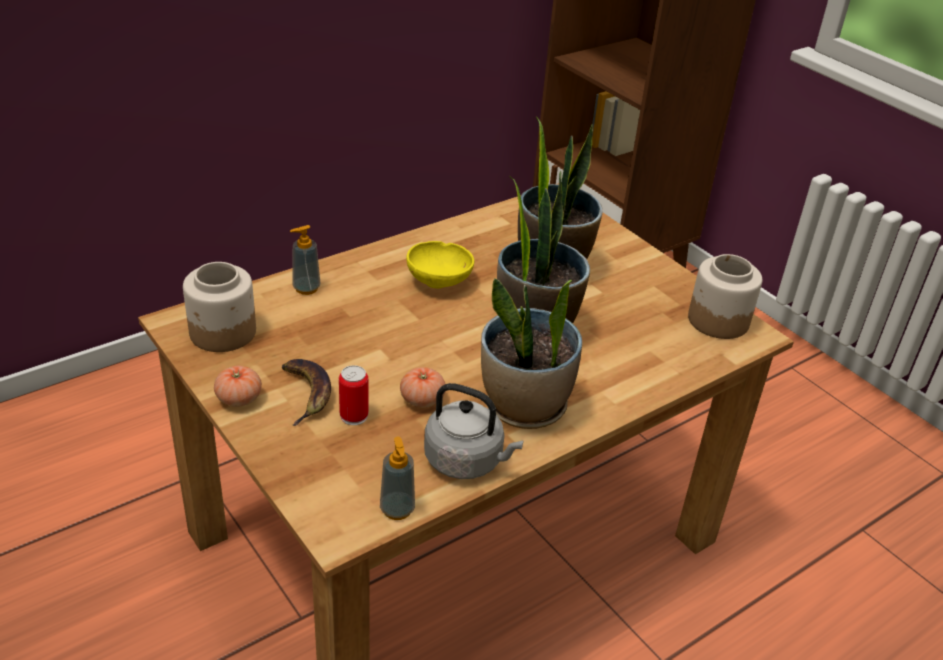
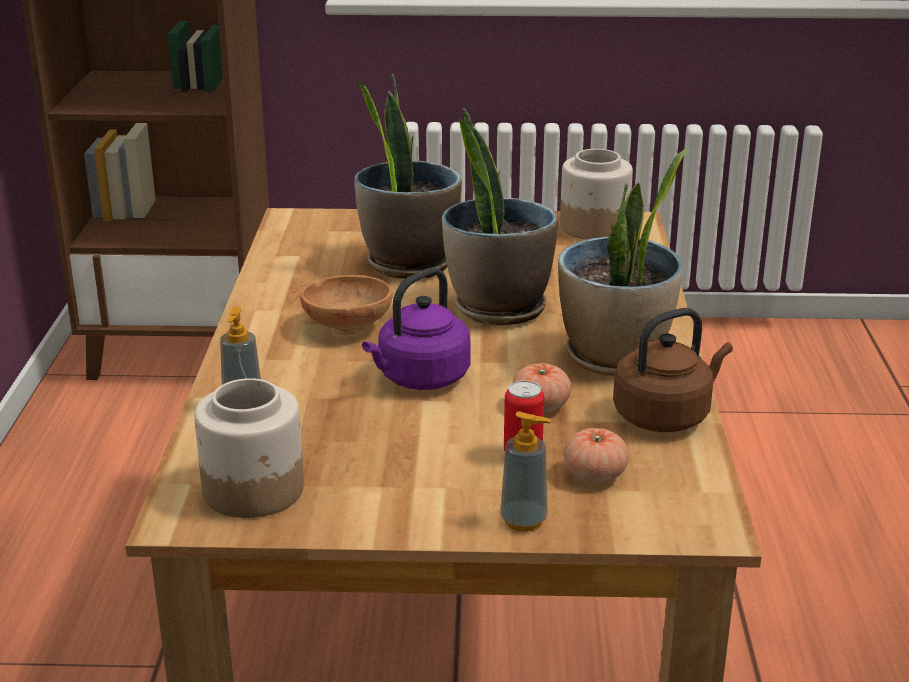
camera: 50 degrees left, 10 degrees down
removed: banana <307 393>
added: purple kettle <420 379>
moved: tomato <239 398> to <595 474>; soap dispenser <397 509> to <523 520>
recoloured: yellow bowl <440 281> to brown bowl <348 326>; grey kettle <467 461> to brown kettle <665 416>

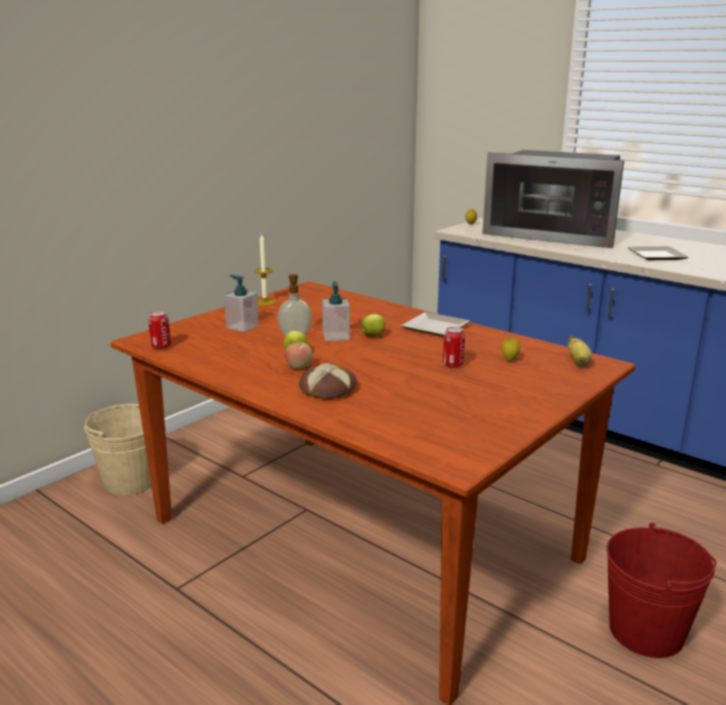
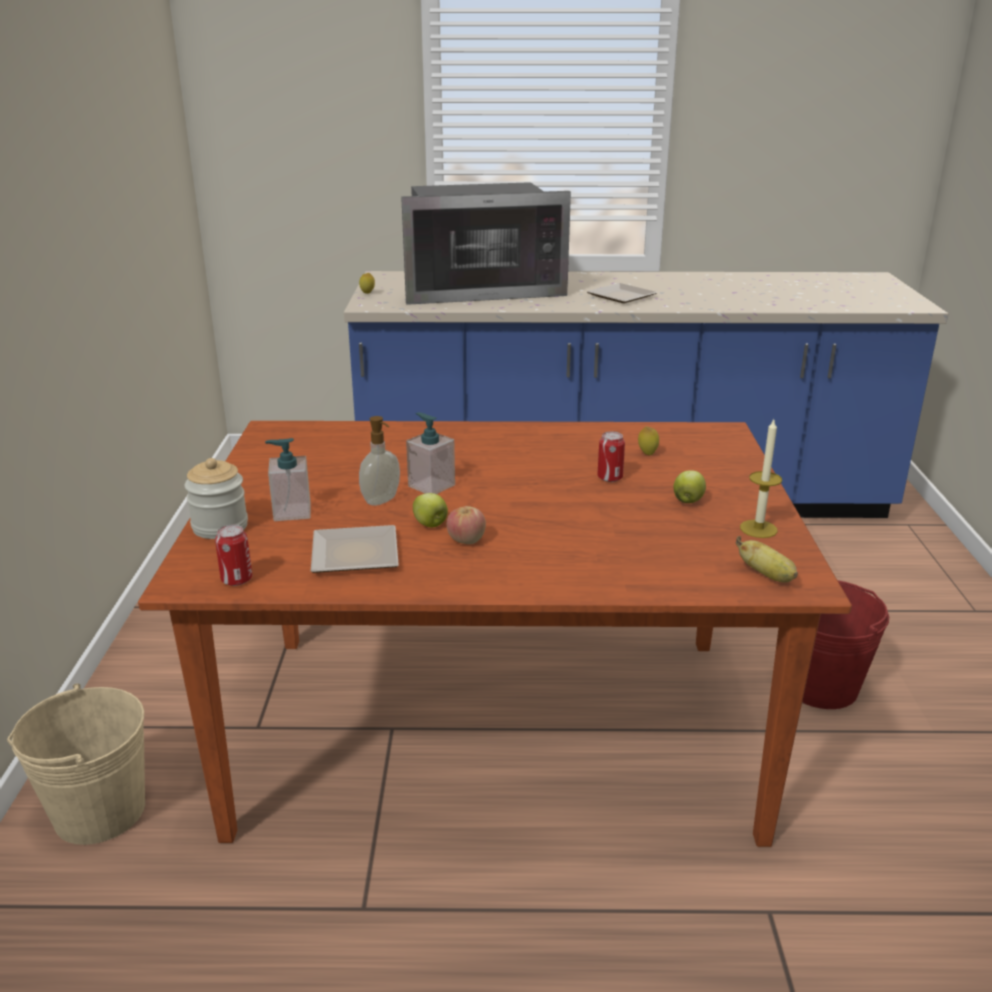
camera: 40 degrees left, 5 degrees up
removed: bread <328 390>
added: jar <220 527>
moved: candle <265 302> to <758 529>; apple <373 336> to <688 501>; plate <436 328> to <358 555>; banana <578 362> to <767 575>

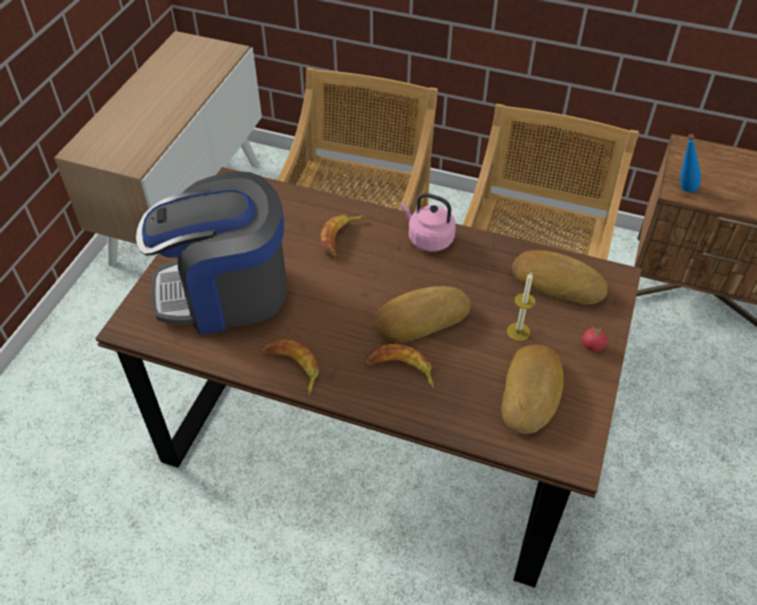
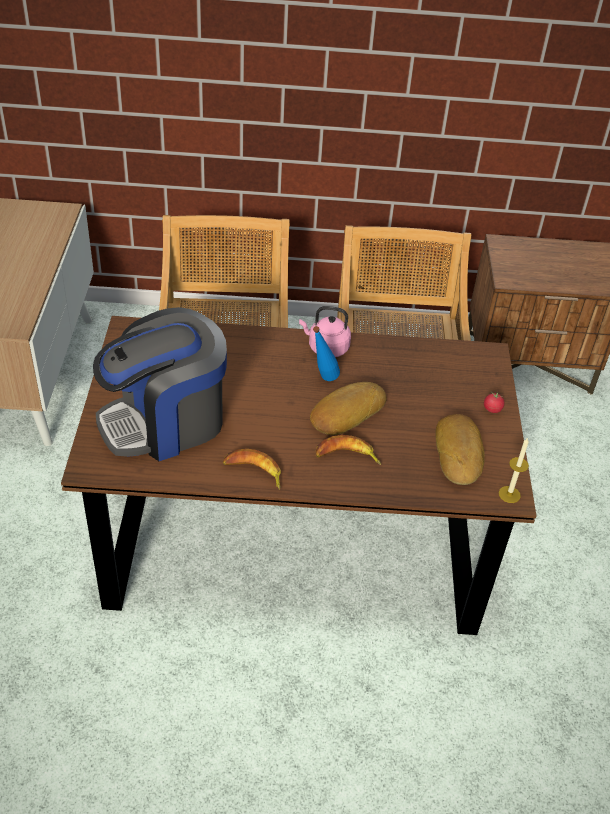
camera: 20 degrees left, 5 degrees down
removed: banana <341 238>; bread <557 281>
moved: candle <518 332> to <509 494>; blue bottle <681 191> to <322 381>

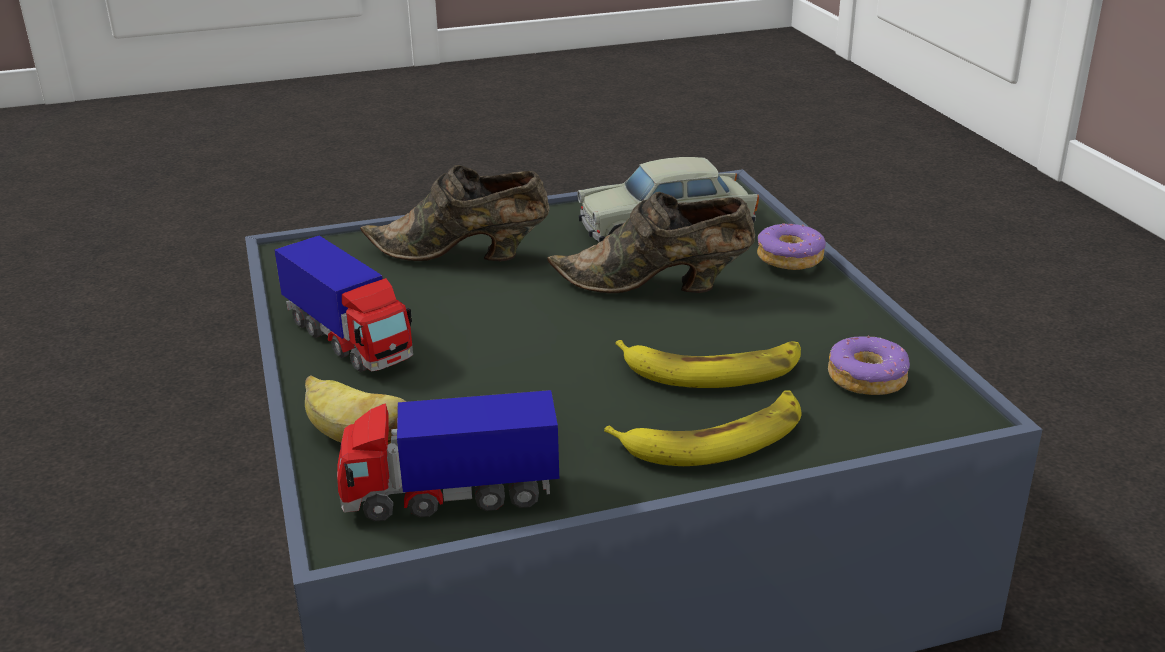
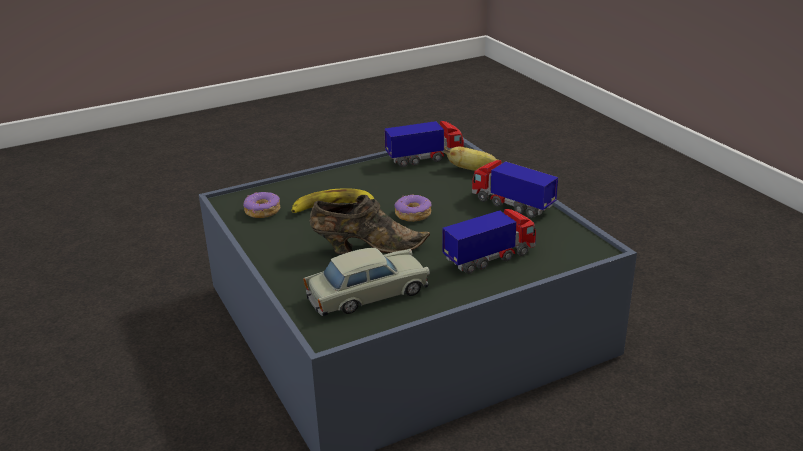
camera: 170 degrees right, 0 degrees up
removed: banana <715 438>
moved: donut <790 258> to <412 214>
replaced: brown shoe <463 255> to toy truck <490 258>

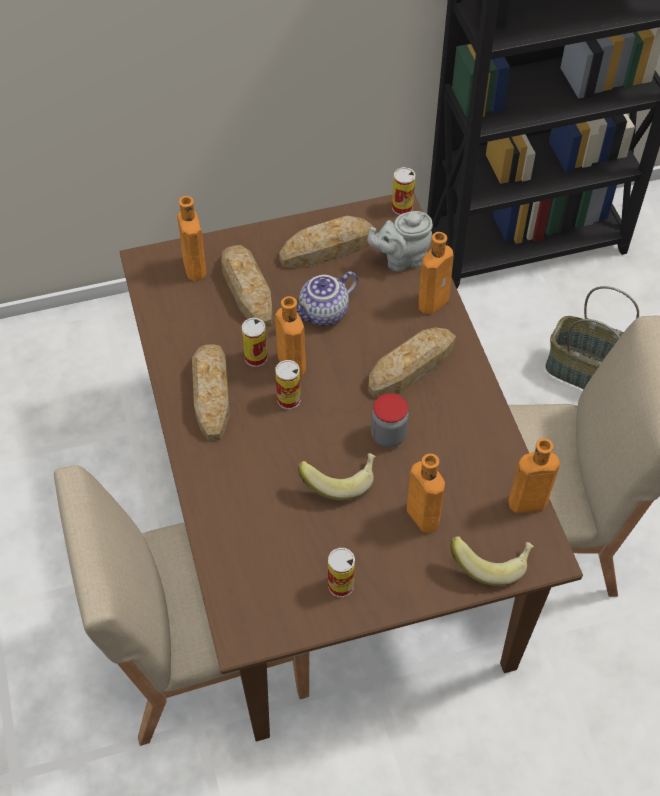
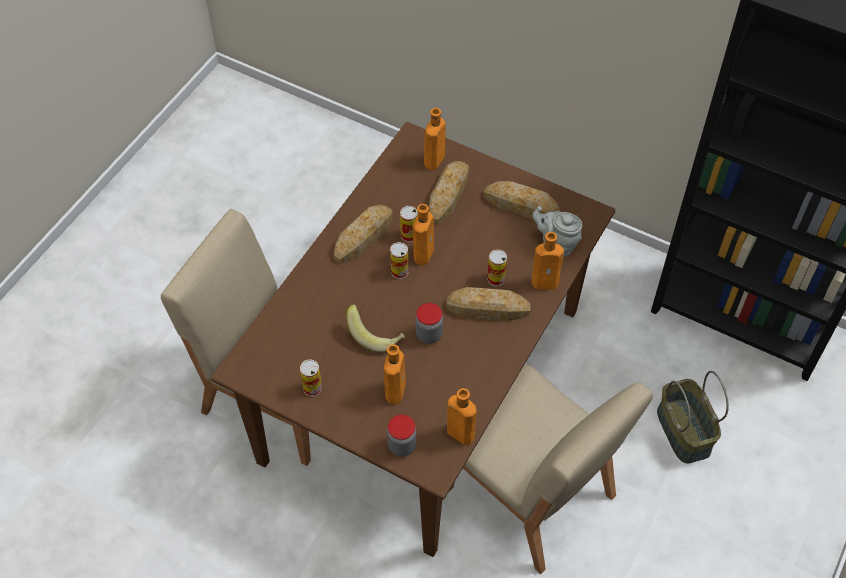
camera: 45 degrees right, 0 degrees up
removed: teapot <324 313>
moved: can <402 207> to <496 279>
replaced: banana <491 562> to jar <402 445>

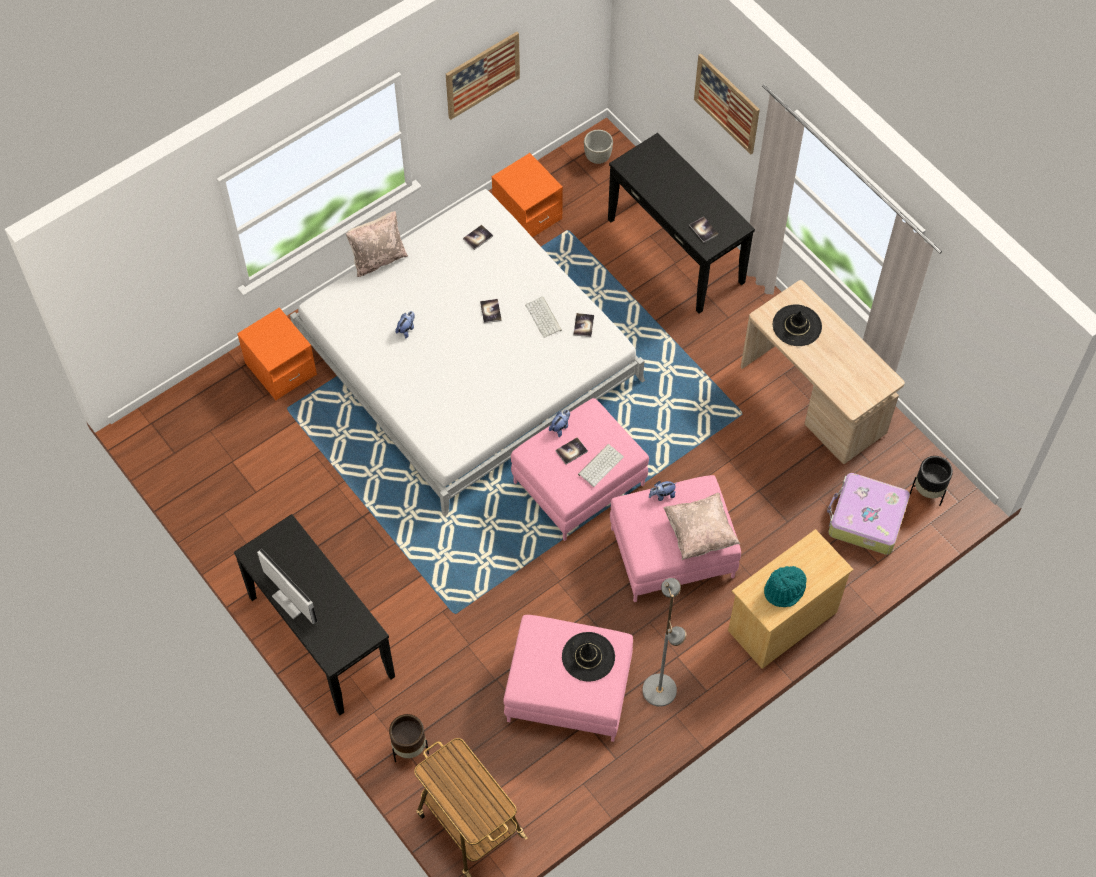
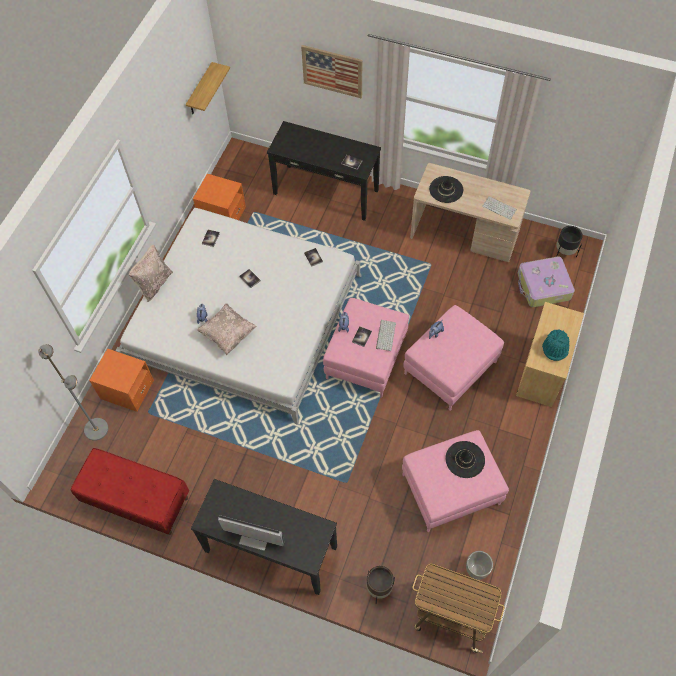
camera: 30 degrees left, 0 degrees up
removed: picture <482 75>
added: red bench <137 500>; shelf <200 90>
moved: keyboard <544 317> to <500 208>; grey planter <598 157> to <477 569>; grey floor lamp <660 690> to <96 429>; beige pillow <699 533> to <228 334>

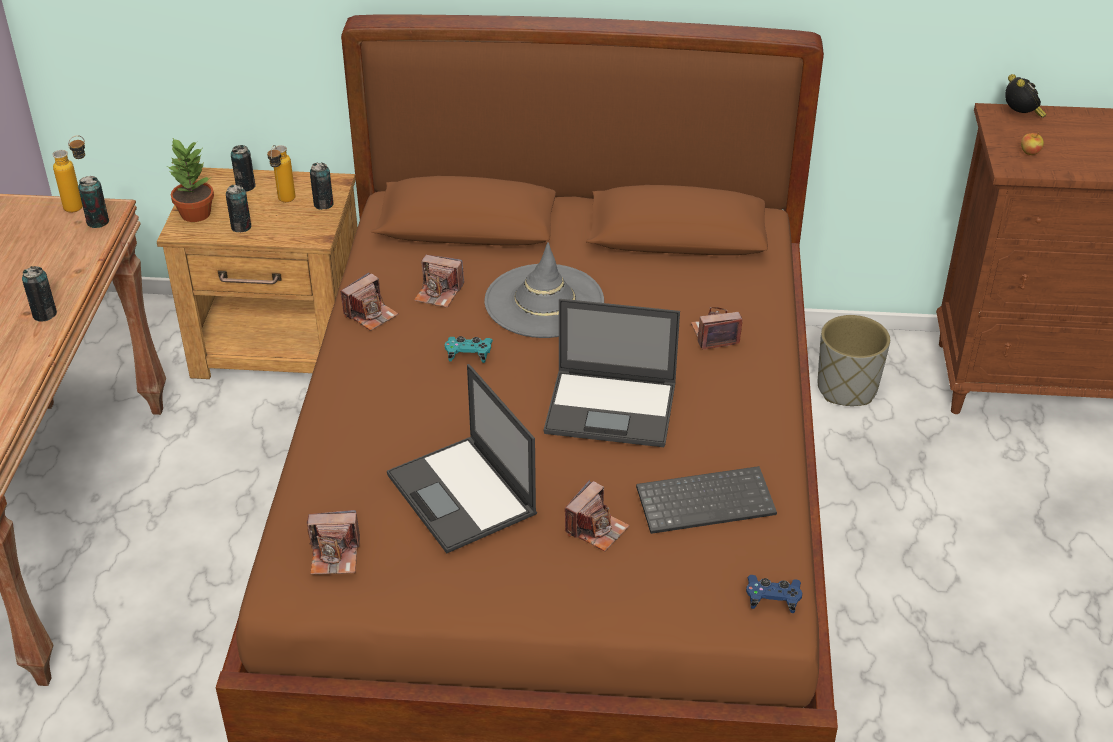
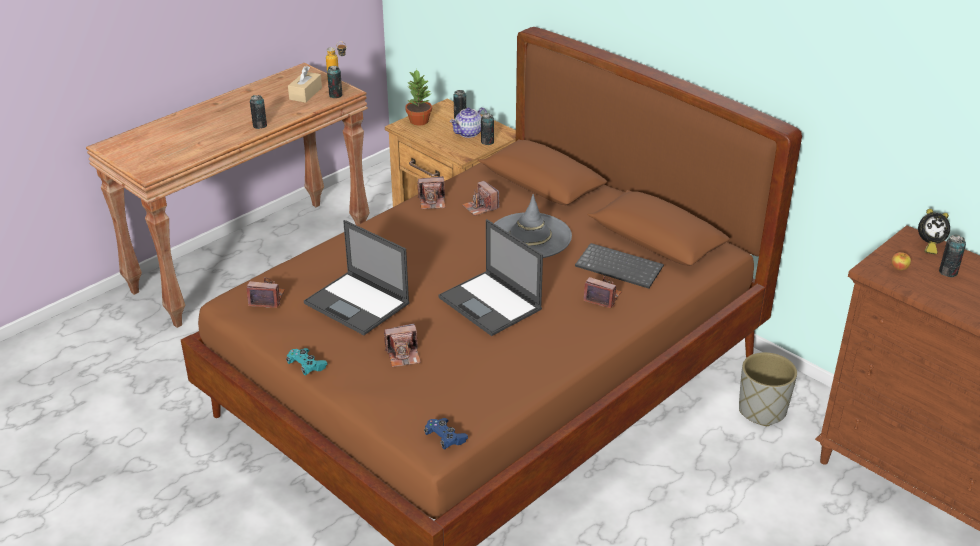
camera: 40 degrees right, 5 degrees down
added: beige tissue box <305 93>
moved: can <241 227> to <948 272>; turquoise game controller <468 355> to <306 366>; keyboard <706 500> to <620 267>
replaced: bottle <284 202> to teapot <469 133>
turned: photo camera <335 555> = <267 299> 150 degrees clockwise; laptop <463 495> = <358 304> 60 degrees counterclockwise; alarm clock <1020 116> = <928 245> 60 degrees clockwise

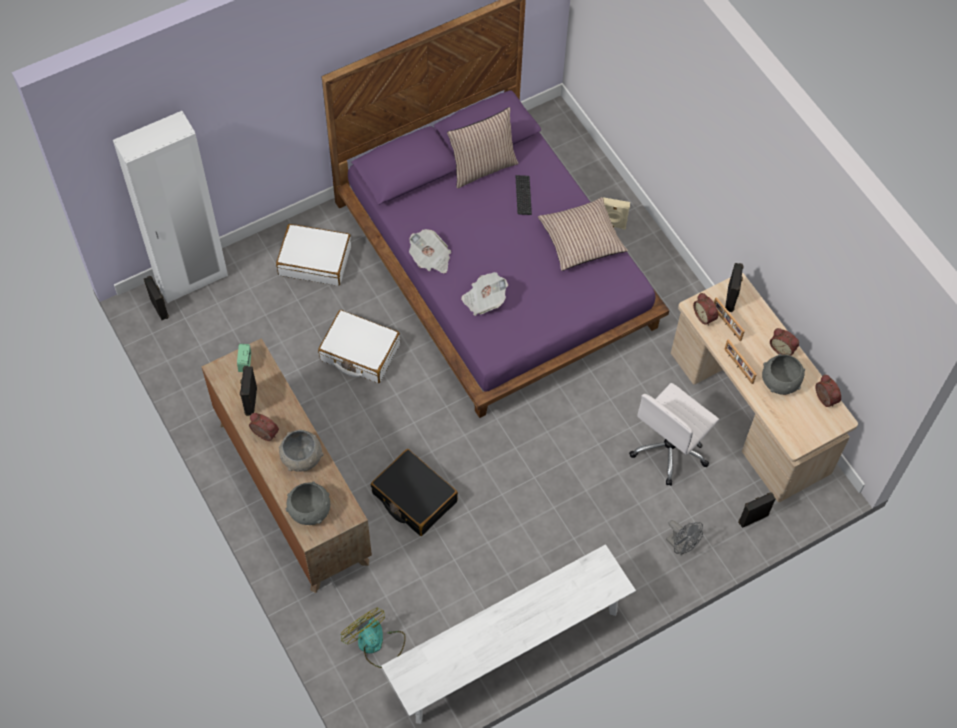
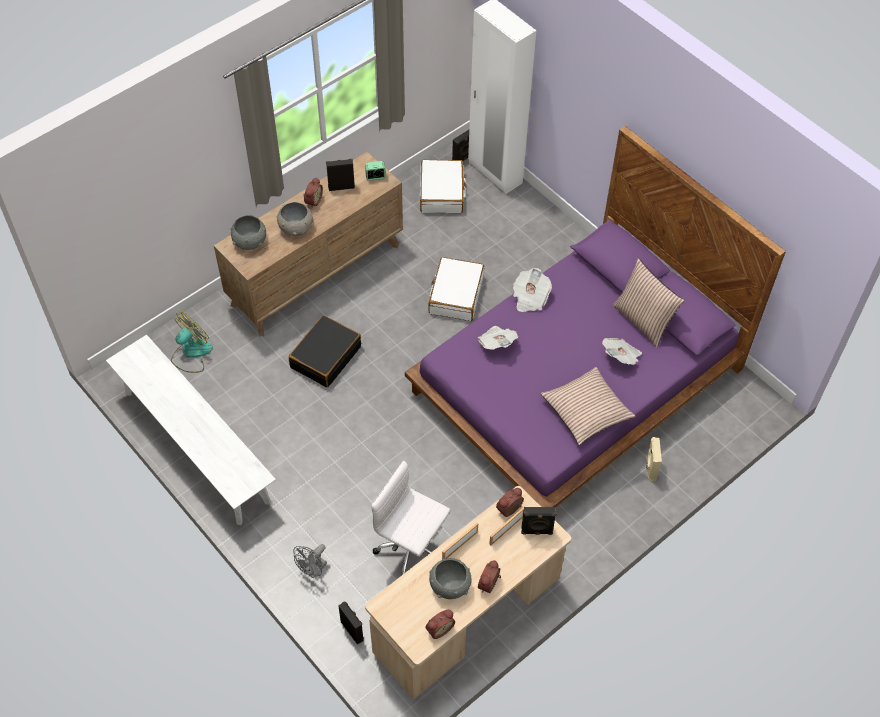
camera: 80 degrees right, 5 degrees down
moved: white suitcase <315 260> to <442 193>
replaced: keyboard <523 195> to newspaper <621 357>

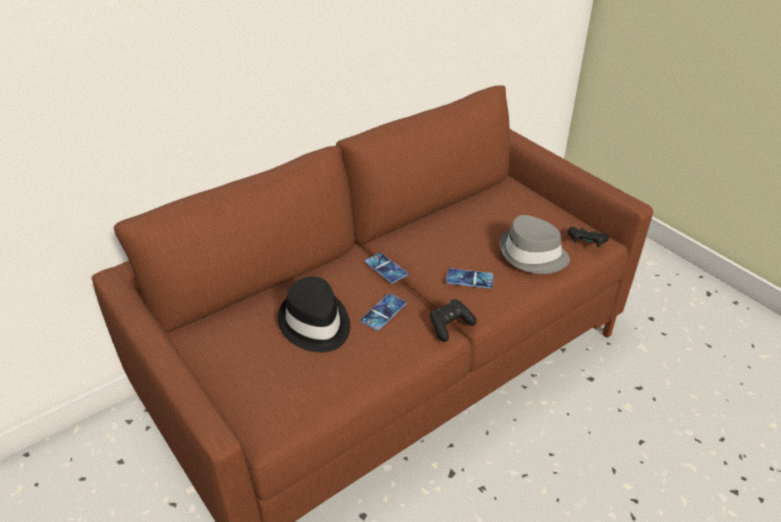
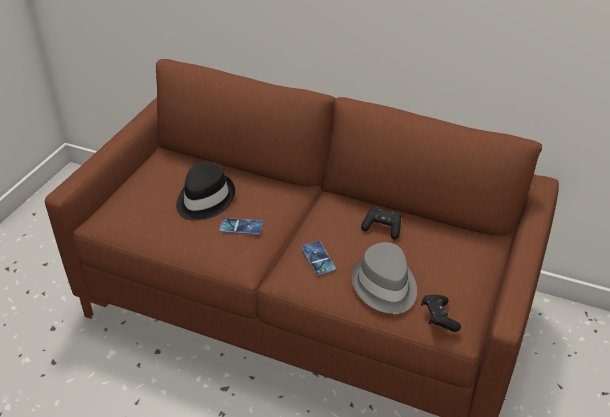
camera: 60 degrees right, 0 degrees up
removed: phone <386 268>
moved: black game controller <450 326> to <382 228>

